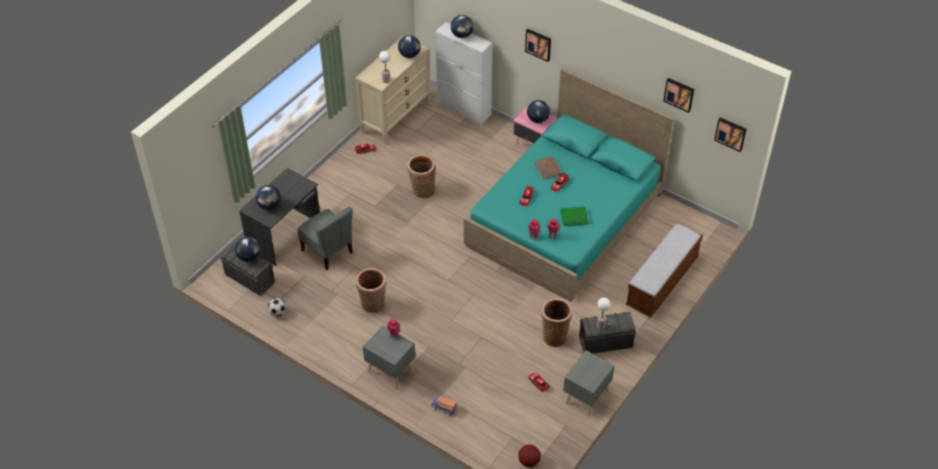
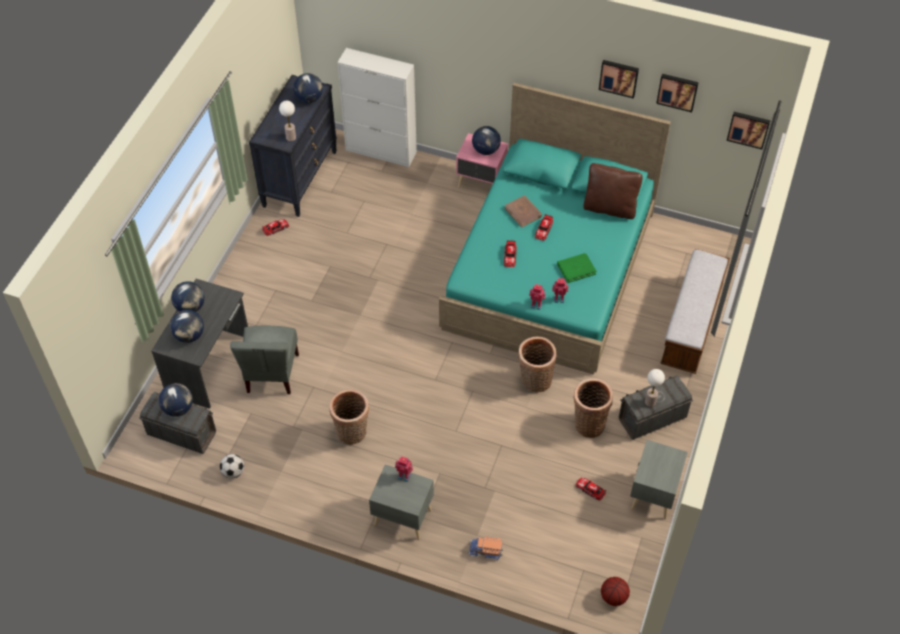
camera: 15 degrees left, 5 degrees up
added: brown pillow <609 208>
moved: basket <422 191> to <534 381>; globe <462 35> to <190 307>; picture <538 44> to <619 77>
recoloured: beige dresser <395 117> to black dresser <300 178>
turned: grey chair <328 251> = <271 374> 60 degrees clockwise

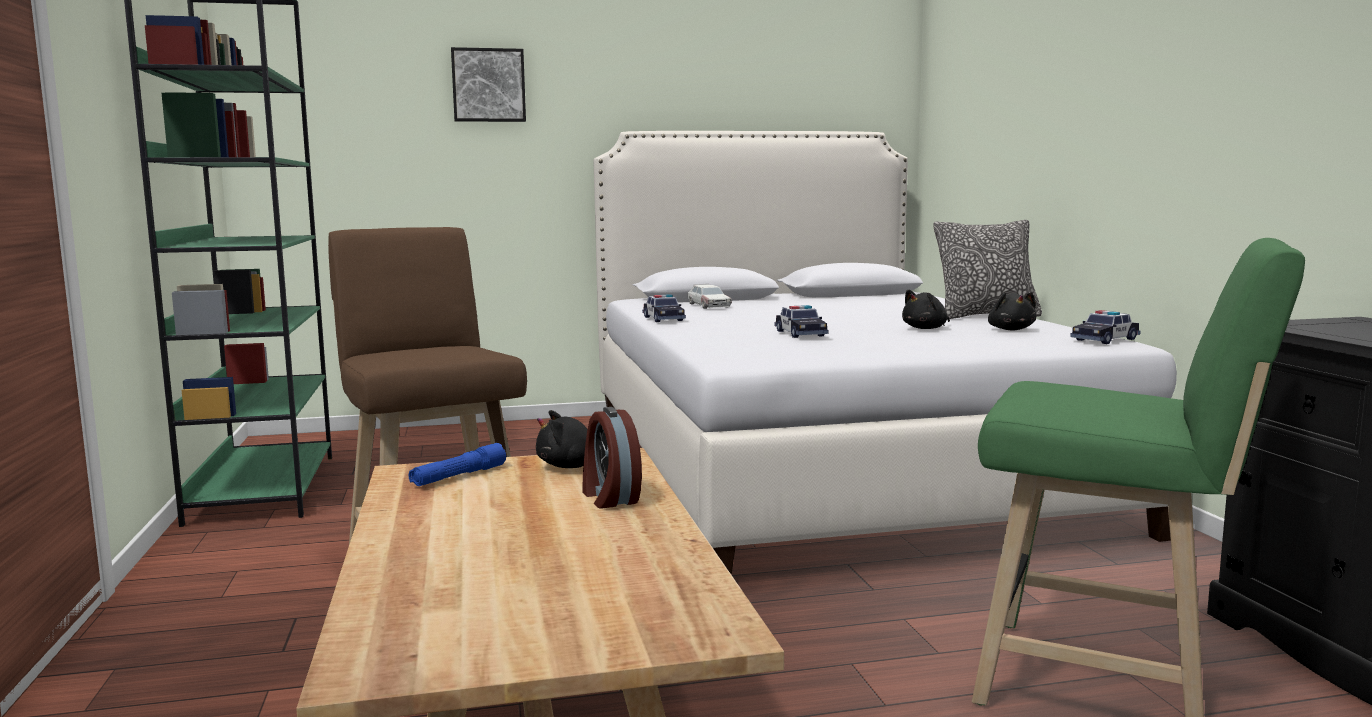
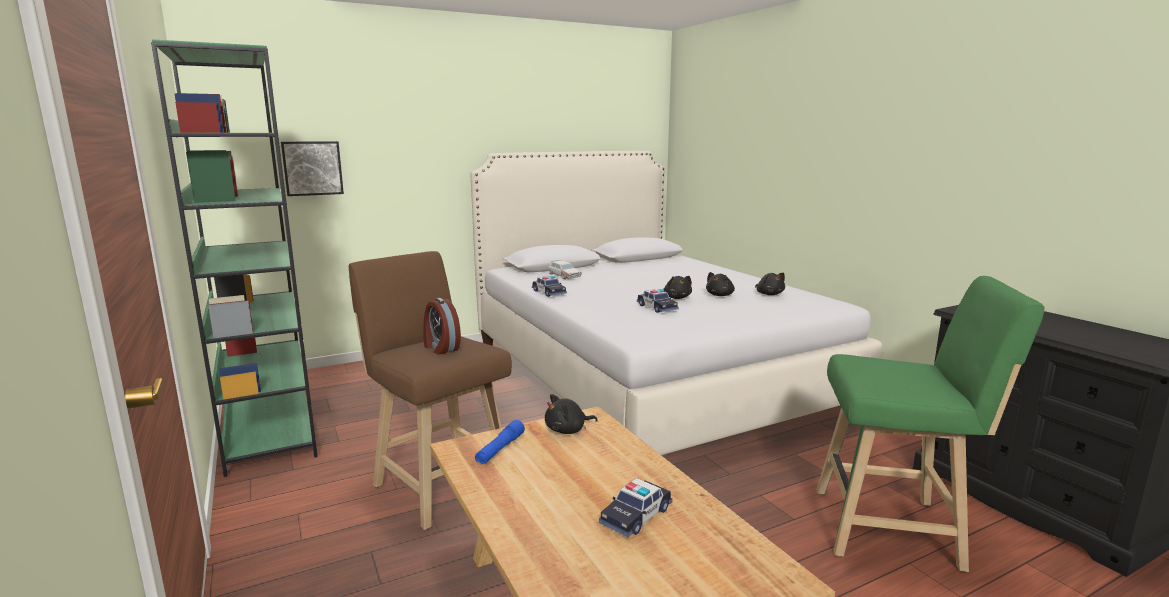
camera: 15 degrees left, 5 degrees up
removed: pillow <986 316>
added: black plush toy <676 298>
moved: picture <488 85> to <312 168>; alarm clock <609 497> to <440 348>; toy car <1105 339> to <636 516>

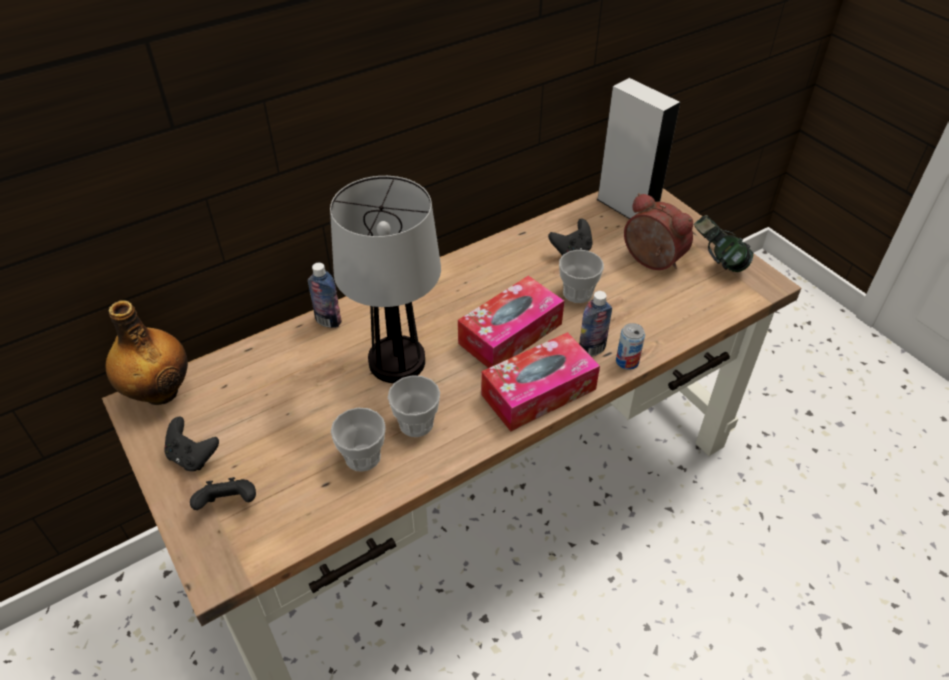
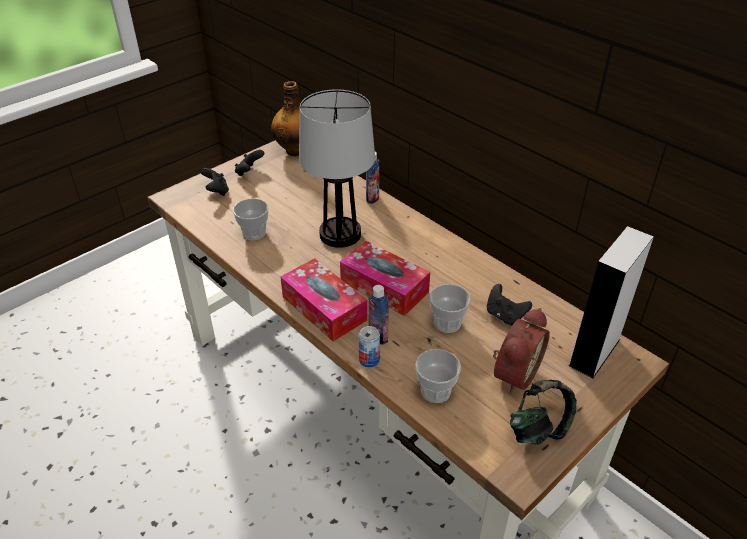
camera: 80 degrees right, 5 degrees down
moved: cup <416 423> to <435 391>

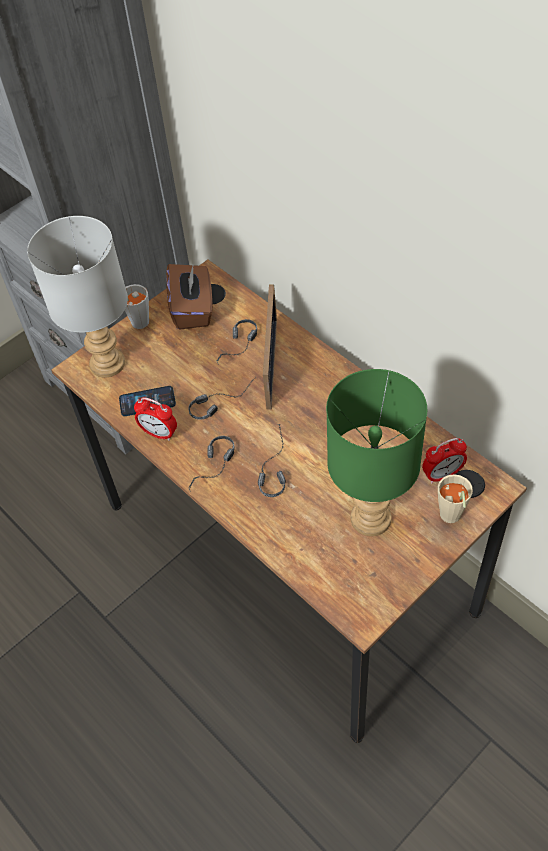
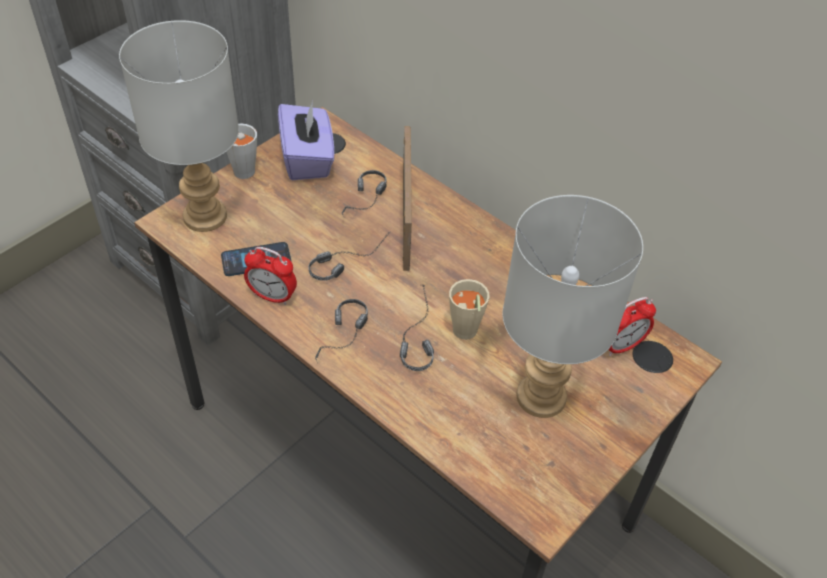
camera: 10 degrees left, 5 degrees down
moved: beige cup <450 518> to <465 334>
recoloured: brown tissue box <193 309> to purple tissue box <307 159>; green table lamp <372 517> to grey table lamp <542 395>

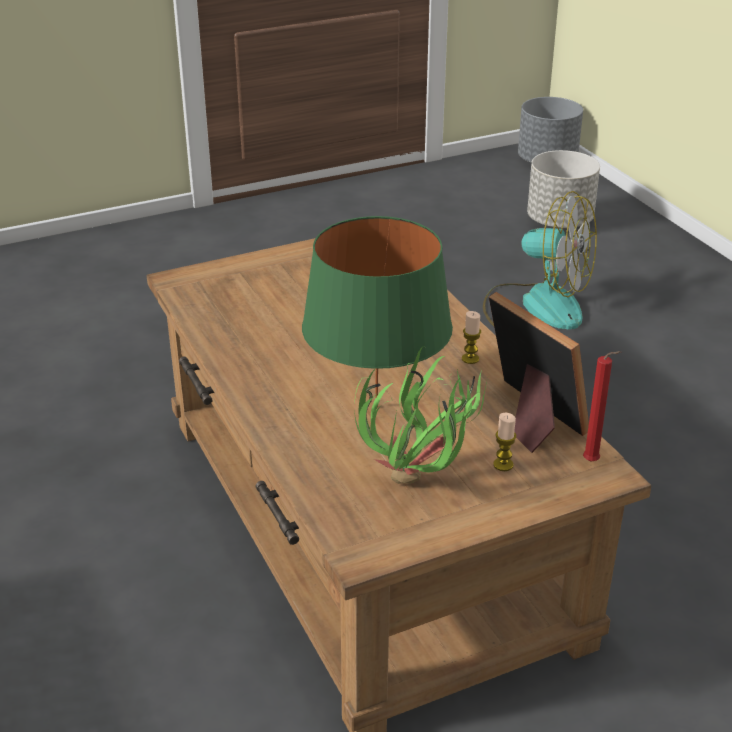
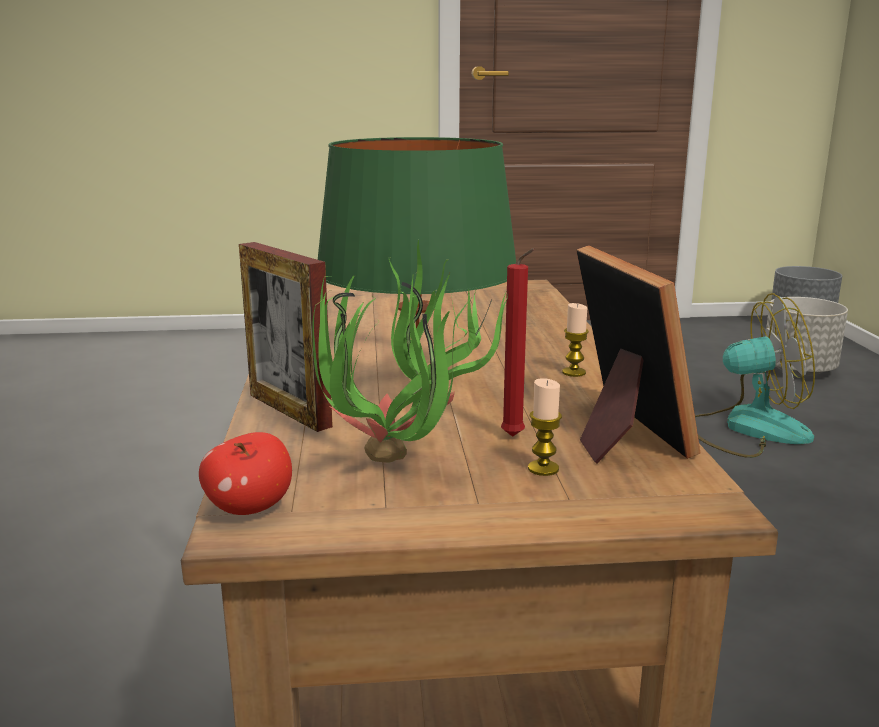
camera: 20 degrees right, 15 degrees down
added: apple <249 508>; picture frame <289 410>
moved: red candle <593 462> to <515 438>
turned: fan <536 305> = <747 429> 45 degrees counterclockwise

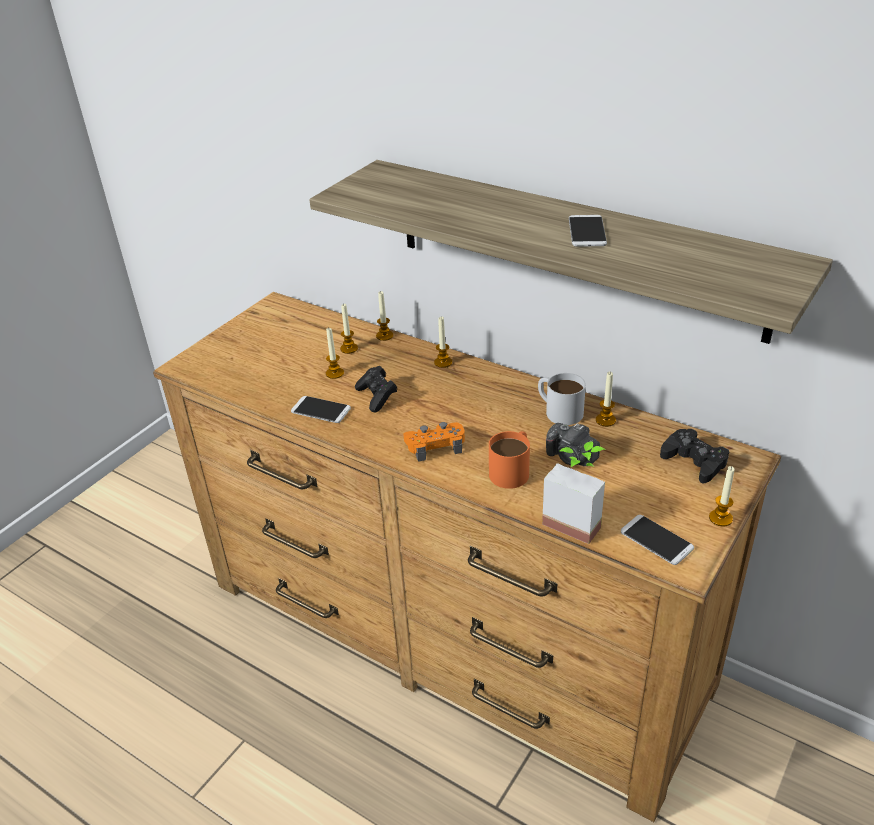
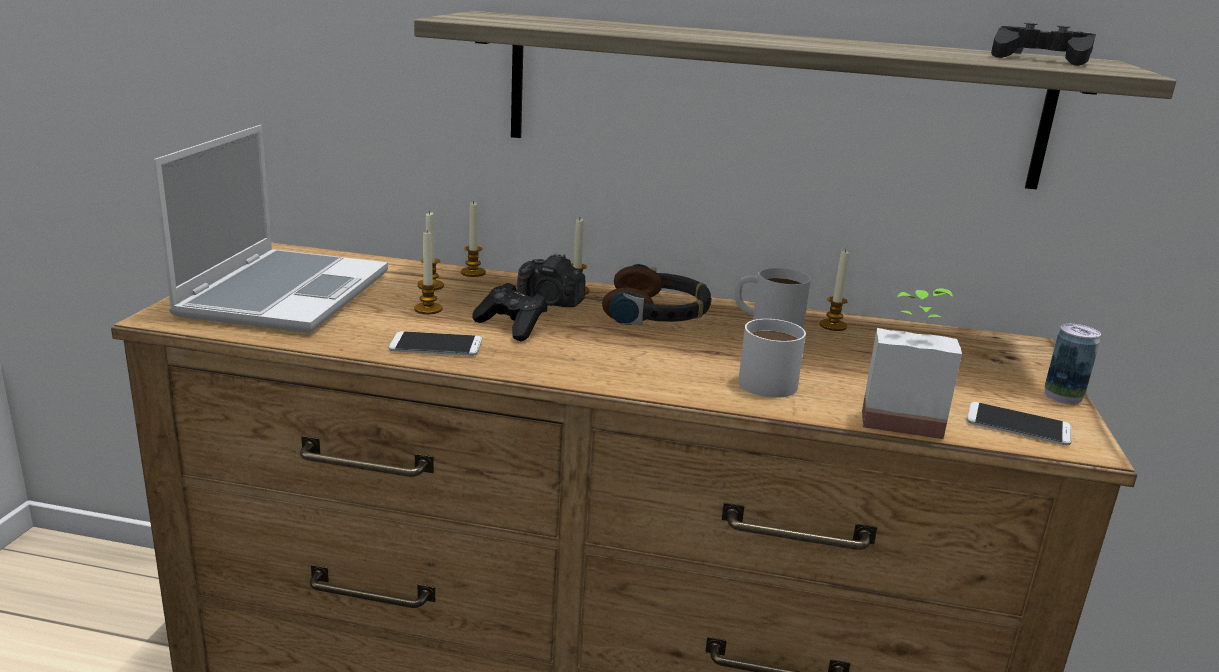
camera: 25 degrees left, 15 degrees down
removed: orange game controller <435 445>; phone <587 231>
added: laptop <285 293>; headphones <658 312>
moved: photo camera <571 457> to <550 303>; black game controller <694 461> to <1040 59>
replaced: candle <720 518> to can <1062 396>
recoloured: orange mug <512 469> to white mug <767 379>

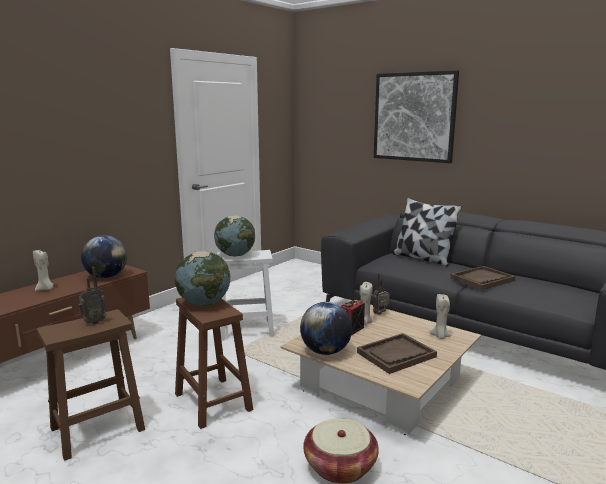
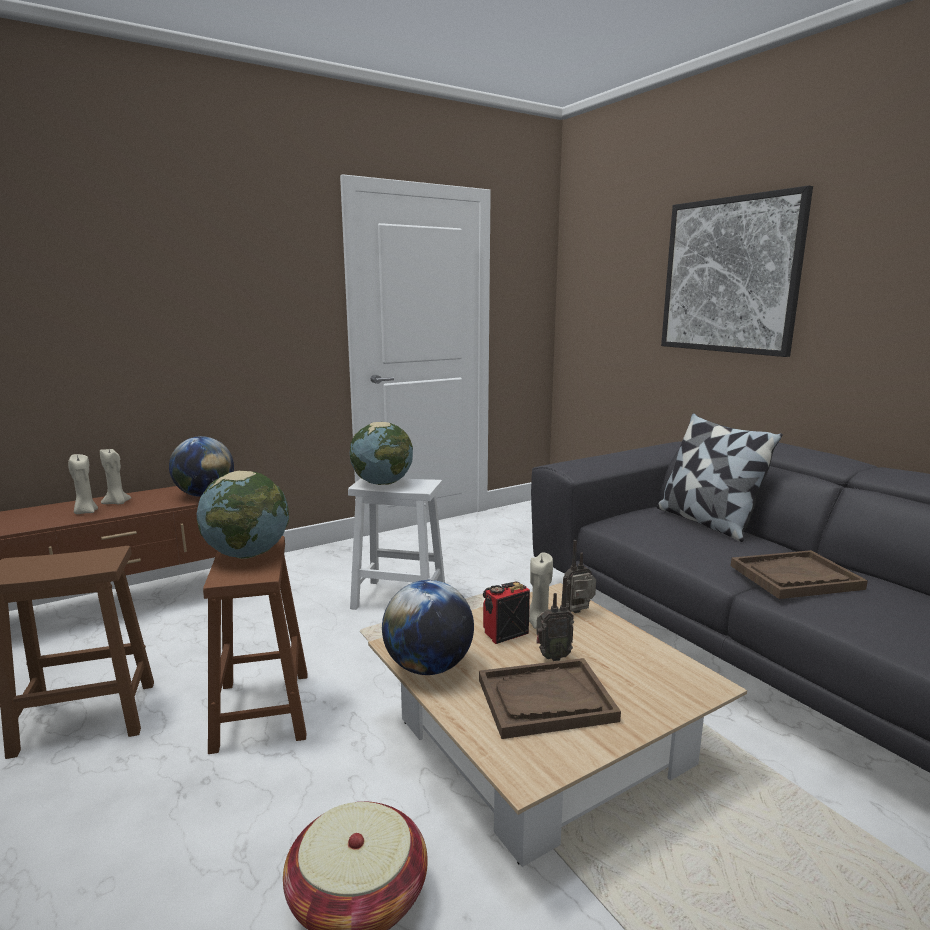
camera: 20 degrees right, 0 degrees up
moved: radio <93 322> to <552 657>; beige candle <440 336> to <86 512>

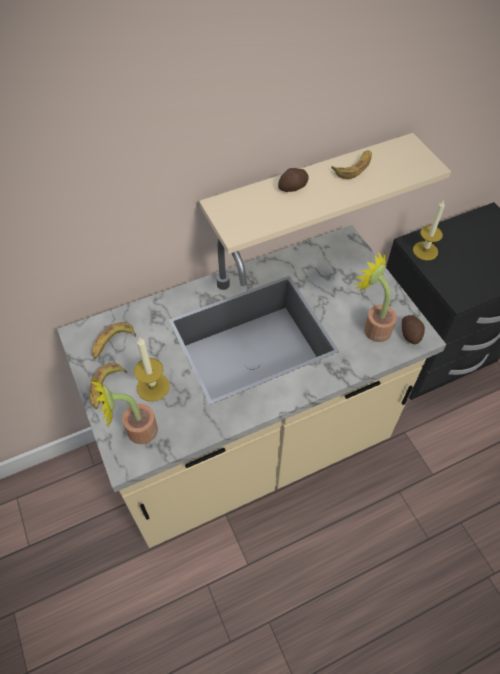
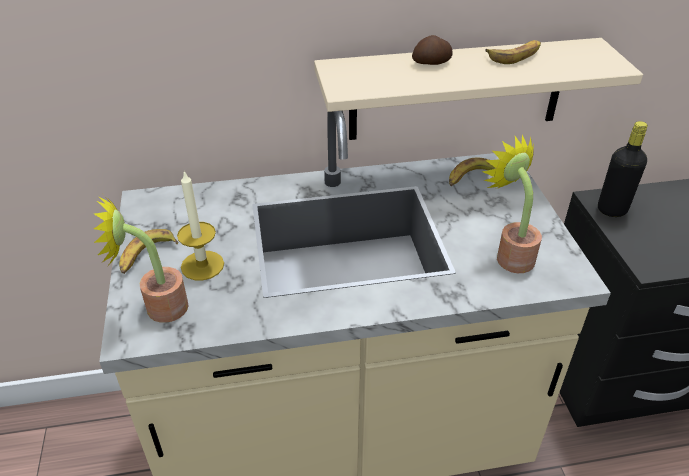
camera: 15 degrees right, 15 degrees down
removed: potato <410 333>
moved: banana <112 343> to <470 178>
replaced: candle <425 251> to black bottle <612 210>

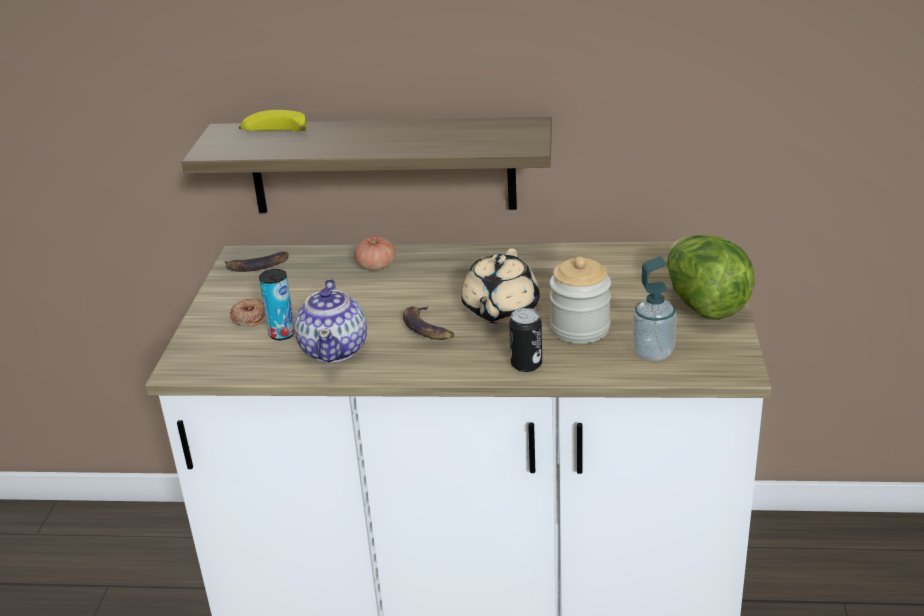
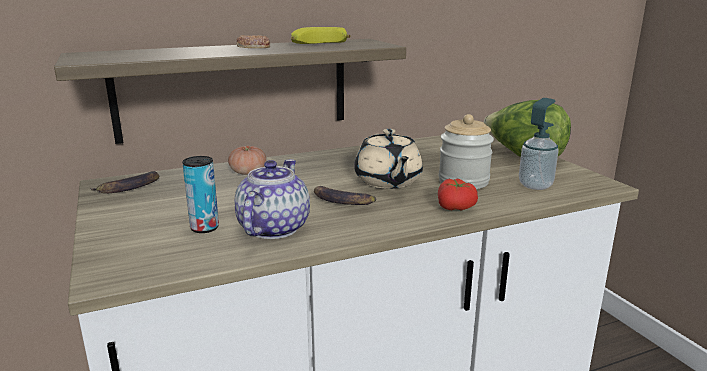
camera: 30 degrees left, 10 degrees down
moved: donut <249 317> to <253 47>; banana <274 133> to <318 44>
replaced: can <526 364> to tomato <456 208>
turned: teapot <335 349> = <272 229> 135 degrees counterclockwise

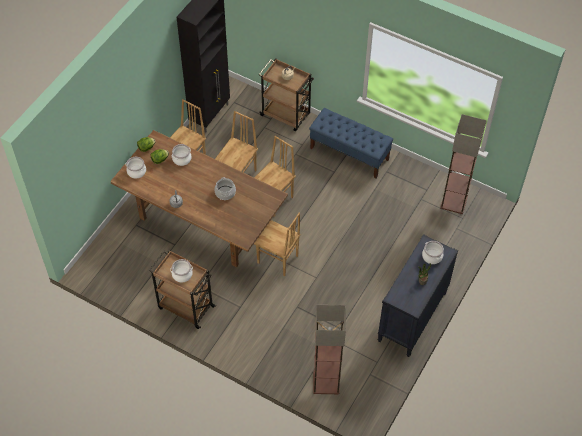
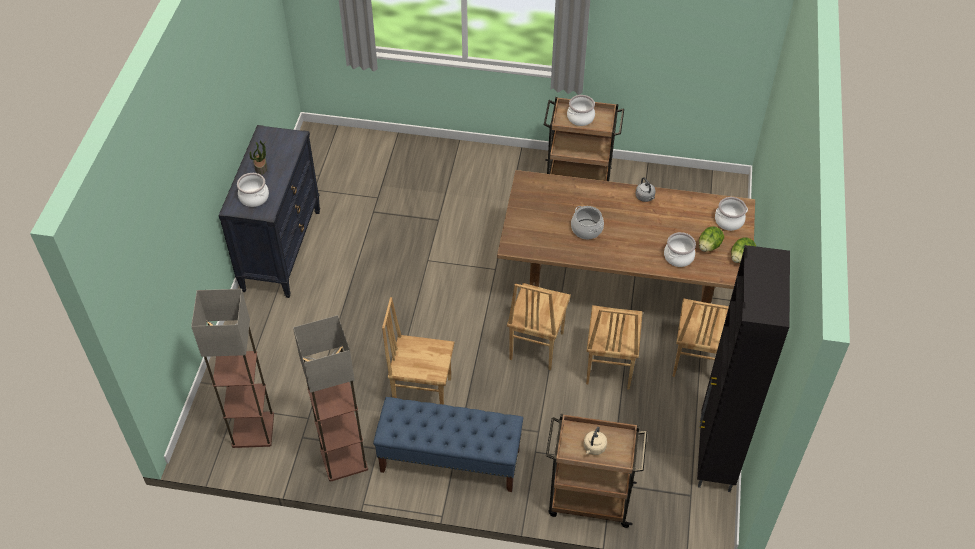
camera: 160 degrees right, 5 degrees down
moved: brown chair <277 260> to <422 392>; floor lamp <325 382> to <344 458>

